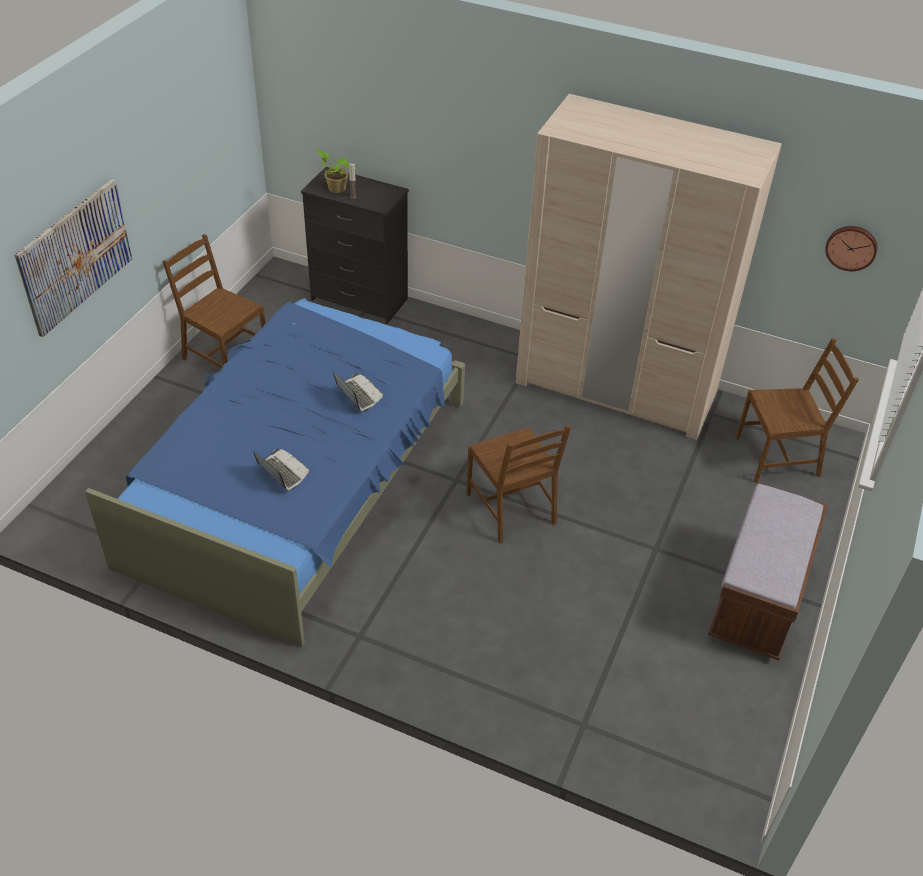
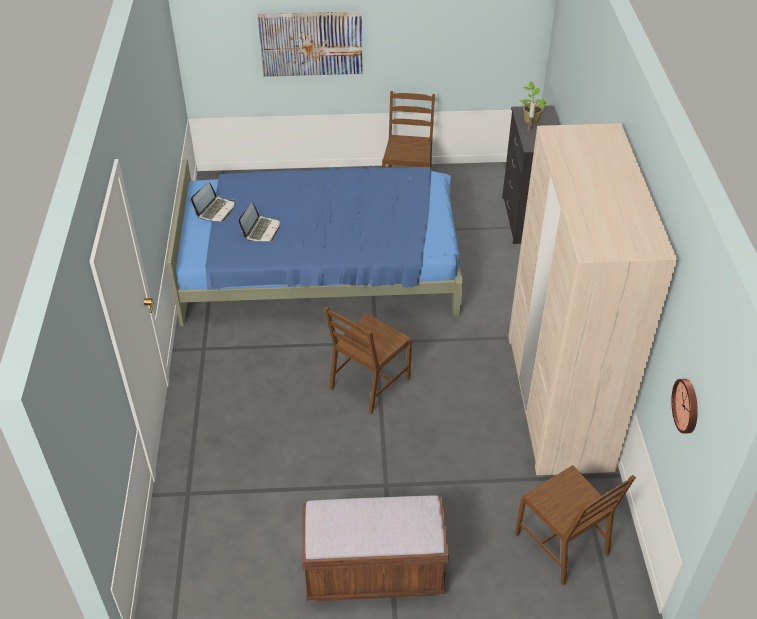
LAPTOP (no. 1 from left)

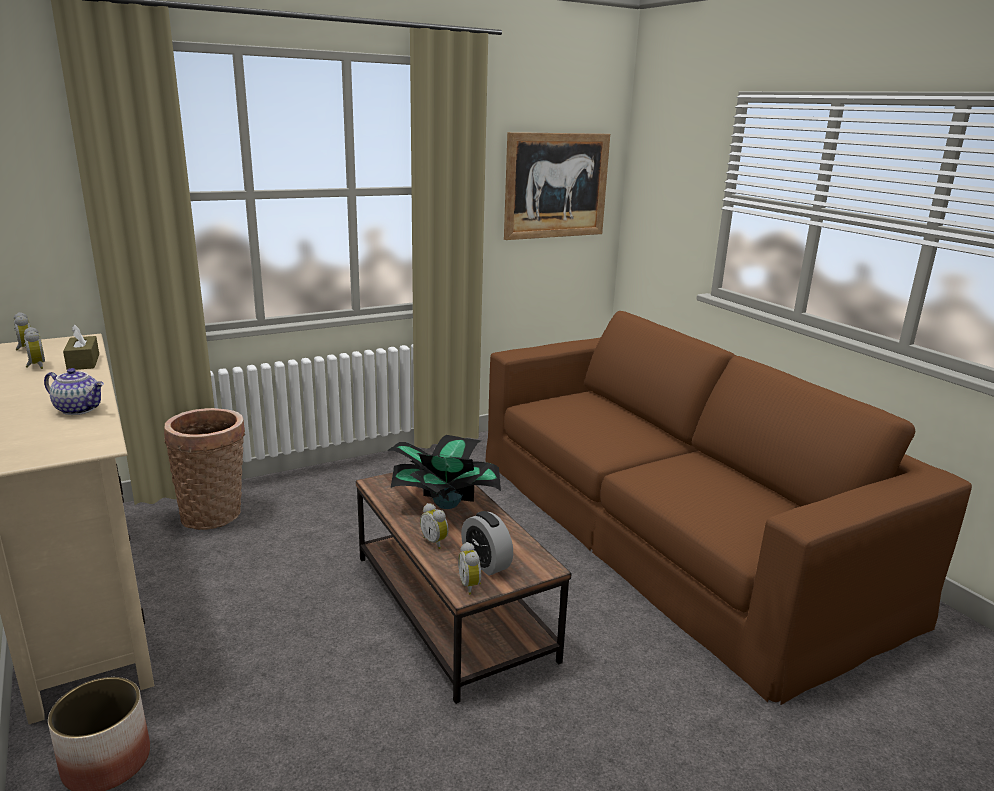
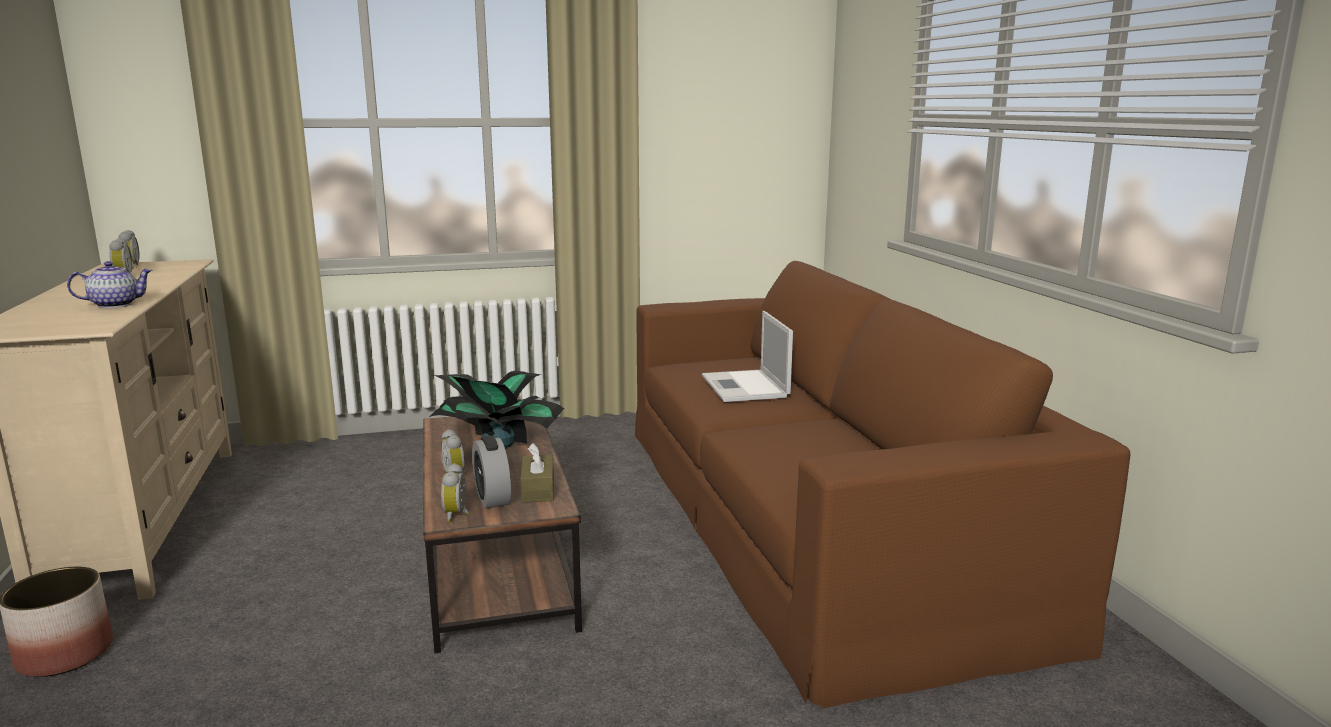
BASKET
PICTURE
LAPTOP
BROWN TISSUE BOX
TEAPOT

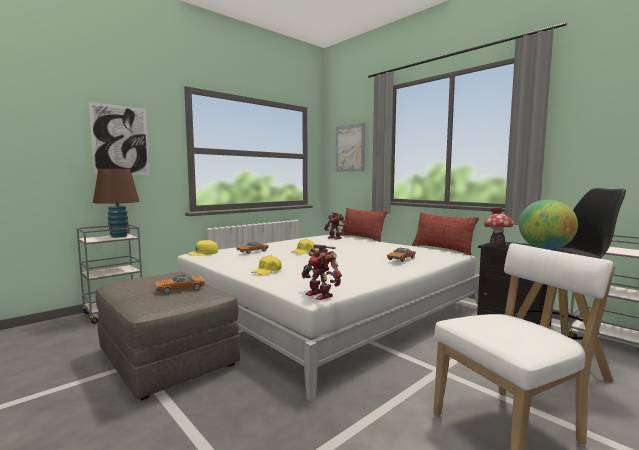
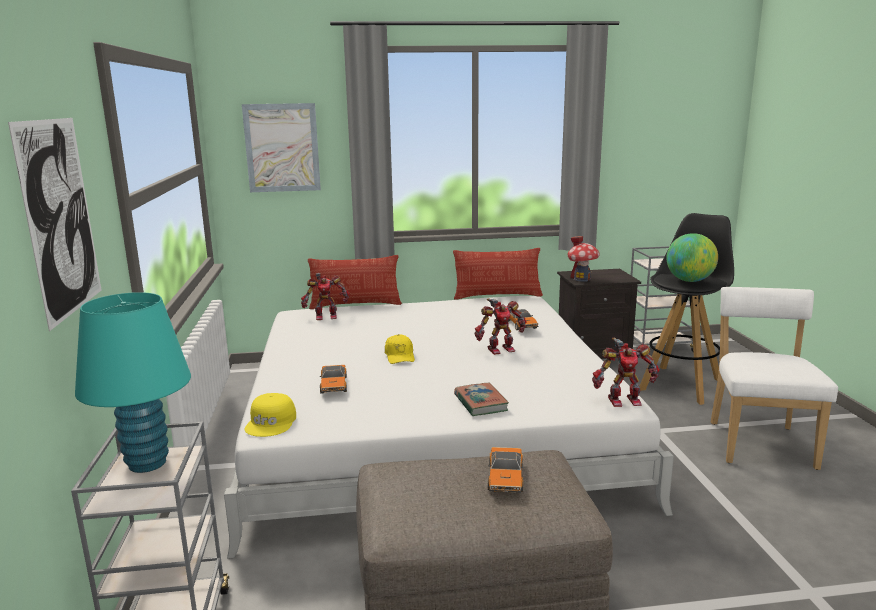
TOY ROBOT (no. 2 from left)
BOOK
TURQUOISE TABLE LAMP

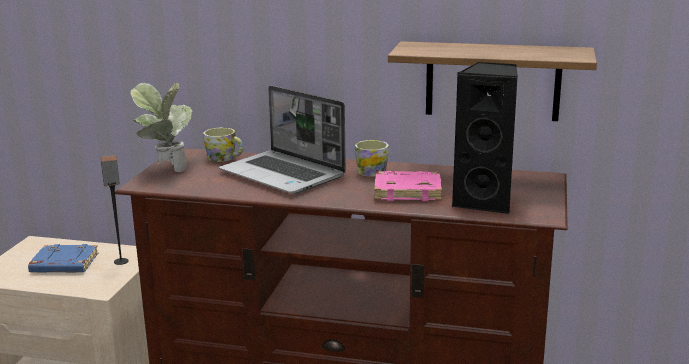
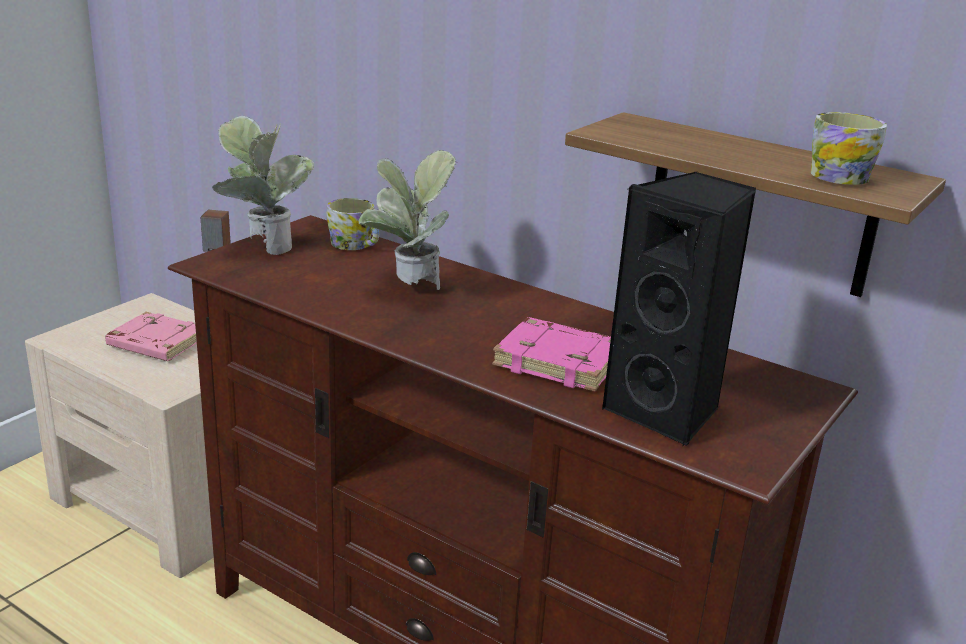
MUG (no. 2 from left)
POTTED PLANT (no. 2 from left)
PINK BOOK (no. 1 from left)

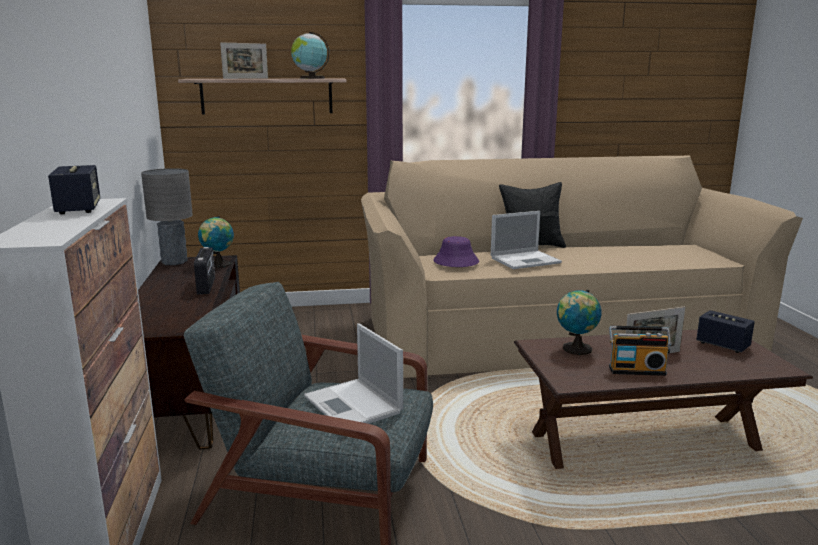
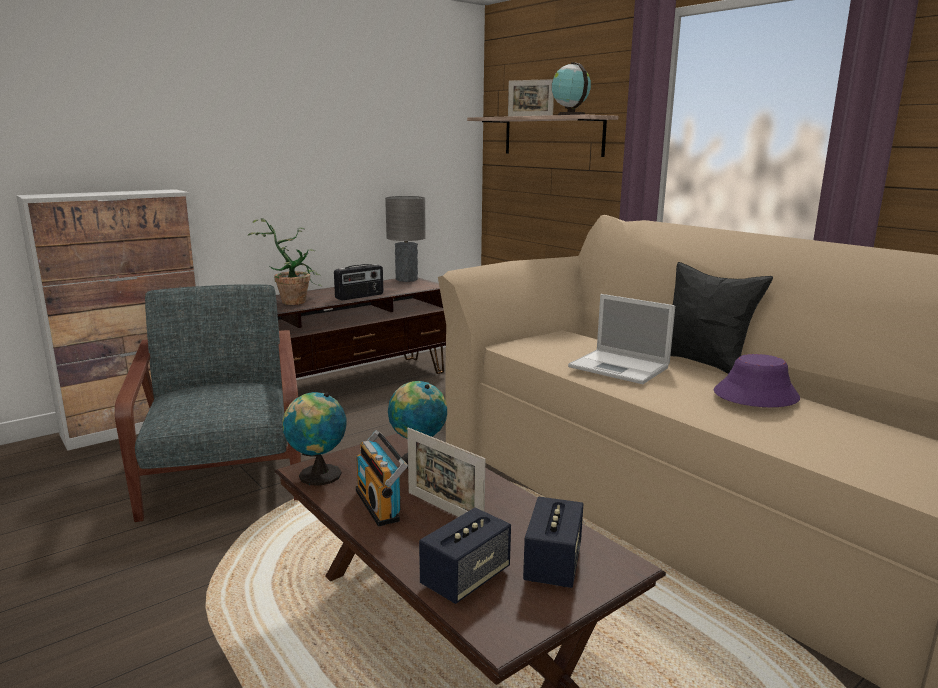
LAPTOP (no. 1 from left in the first image)
POTTED PLANT
SPEAKER (no. 1 from left)
GLOBE (no. 1 from left)
PURPLE HAT

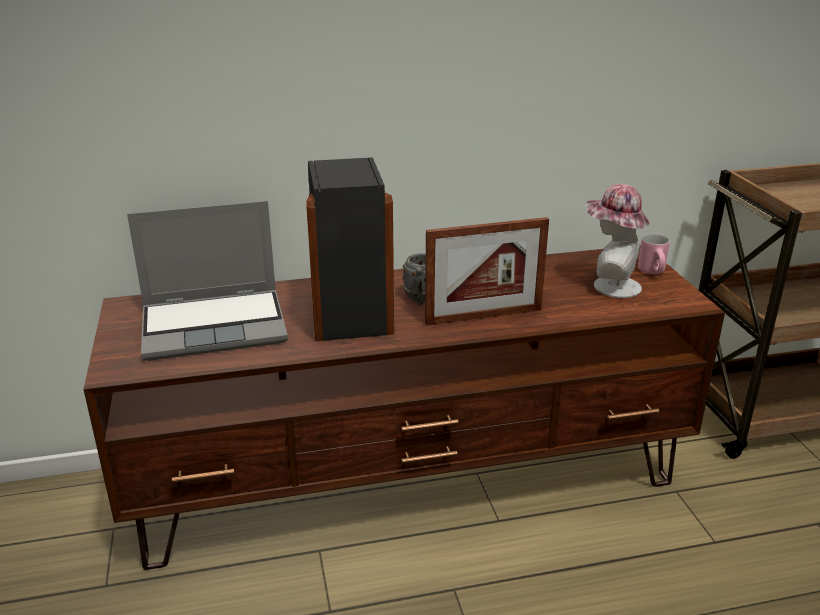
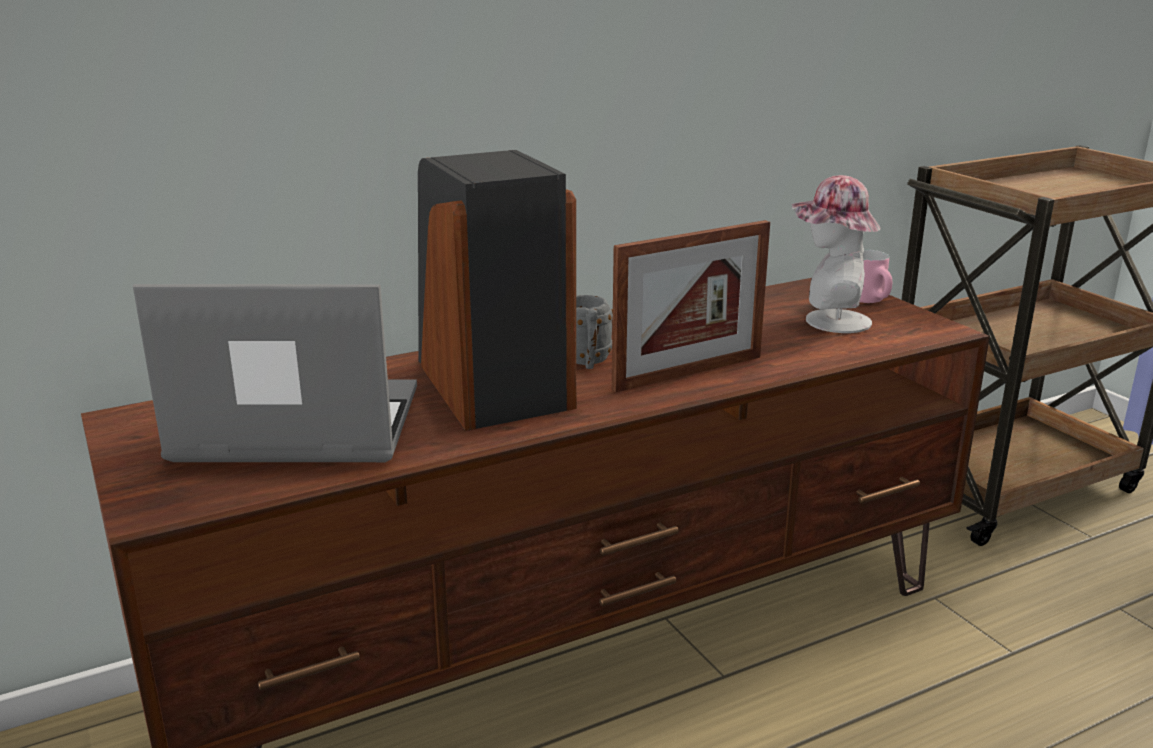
LAPTOP

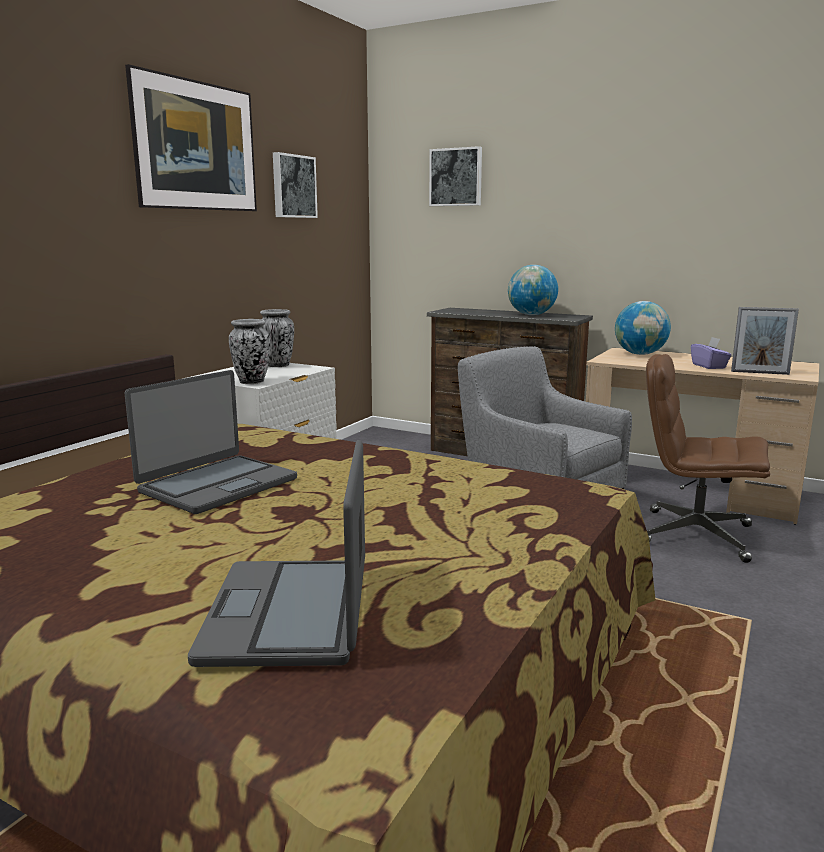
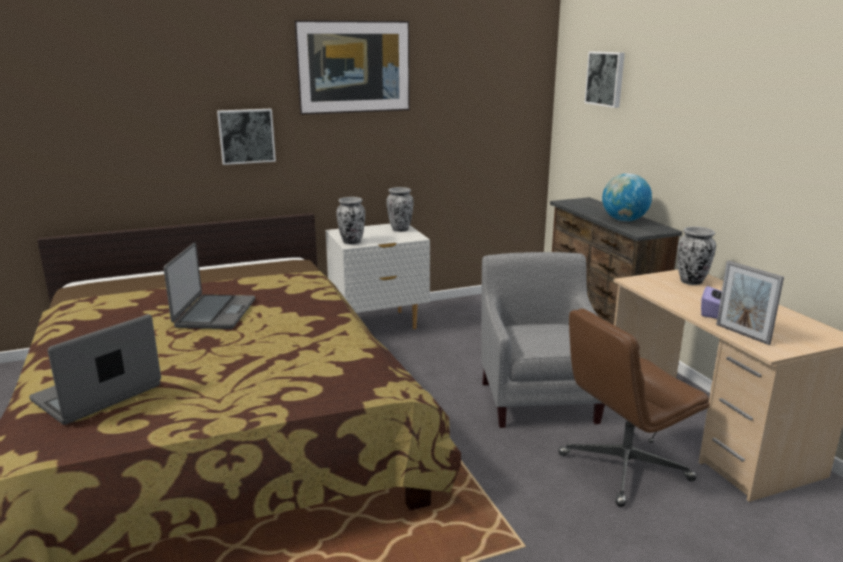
PICTURE (no. 1 from left)
VASE (no. 3 from left)
LAPTOP (no. 2 from left)
BROWN OFFICE CHAIR

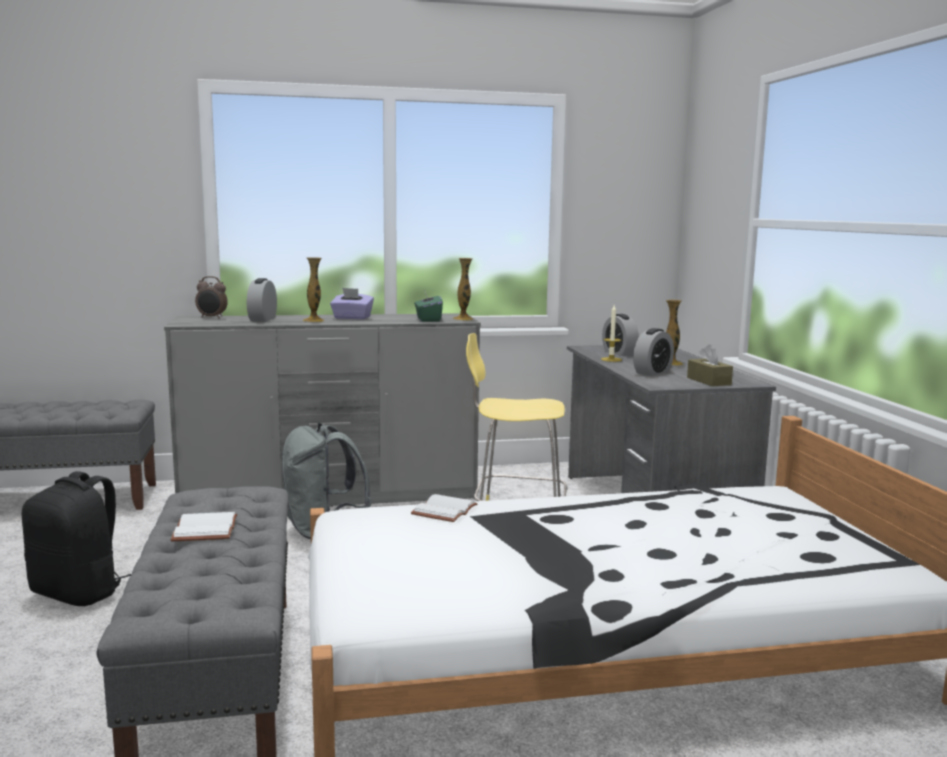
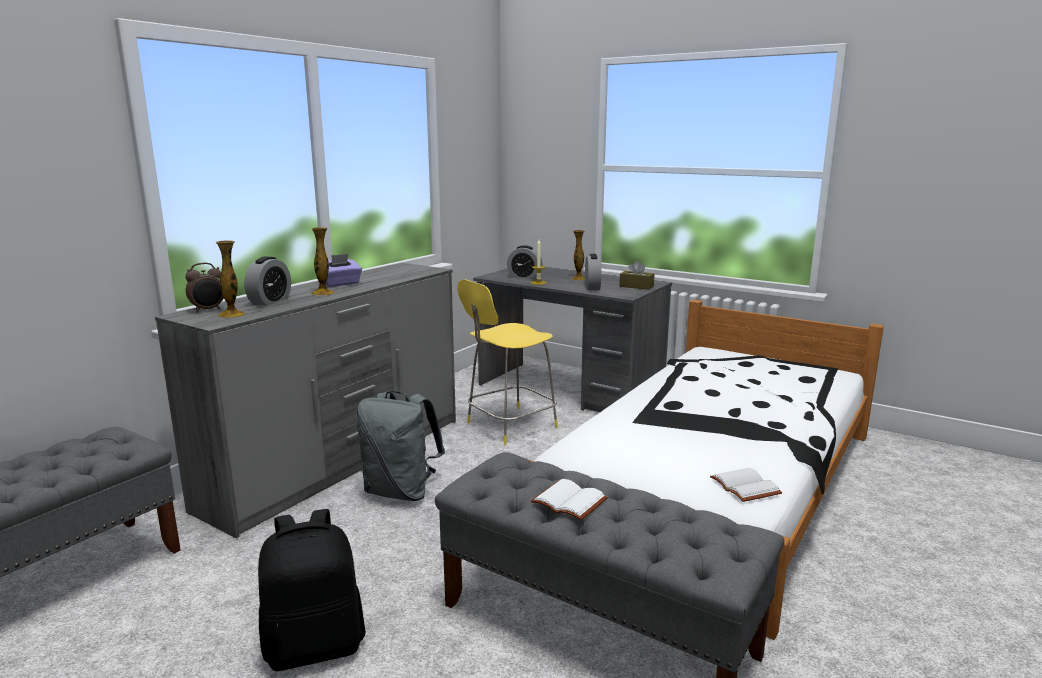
GREEN TISSUE BOX
WHITE BOOK (no. 2 from left)
VASE (no. 1 from left)
ALARM CLOCK (no. 2 from left)

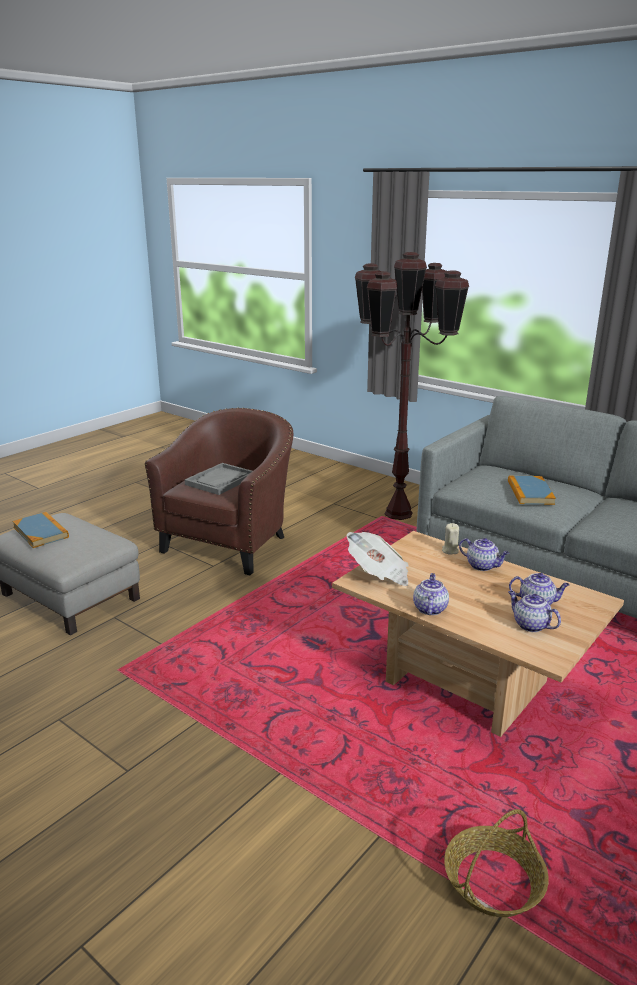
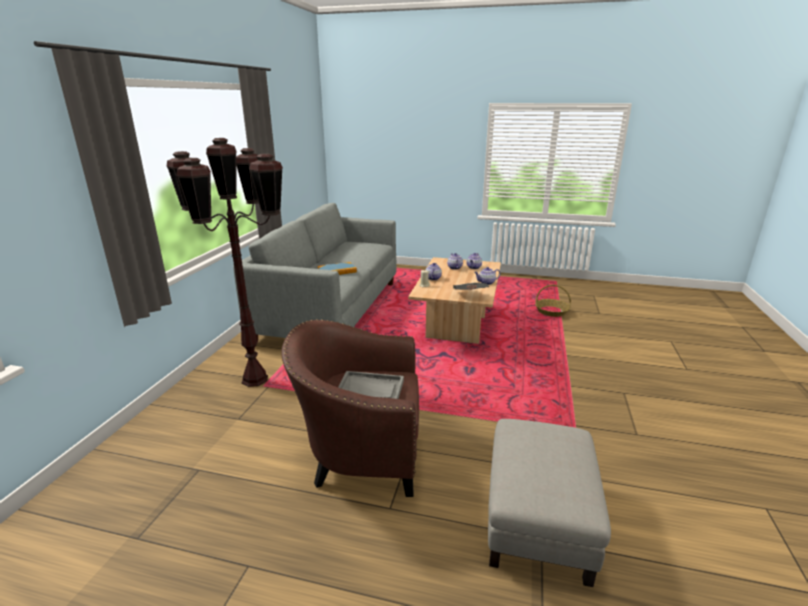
BOOK (no. 1 from left in the first image)

